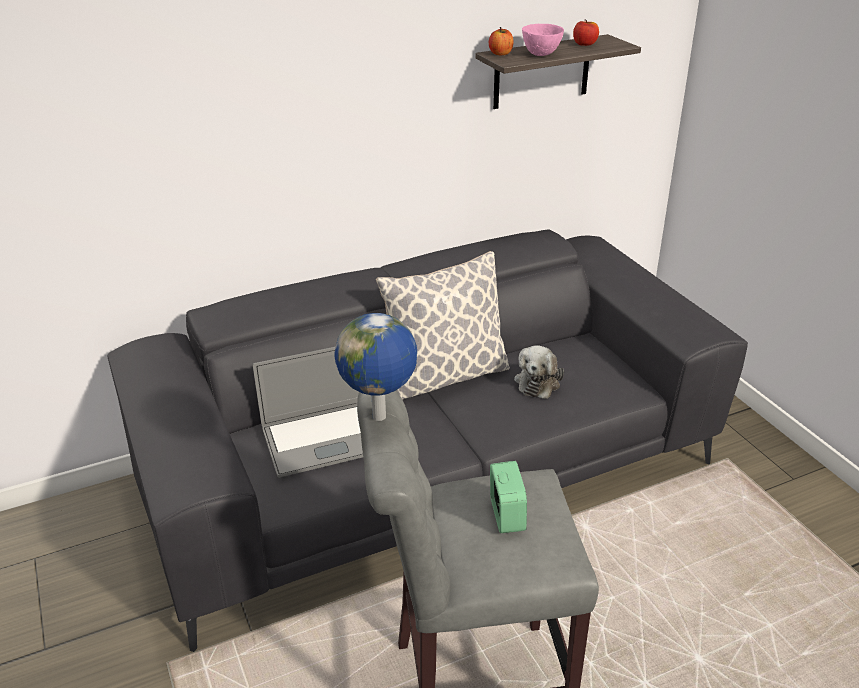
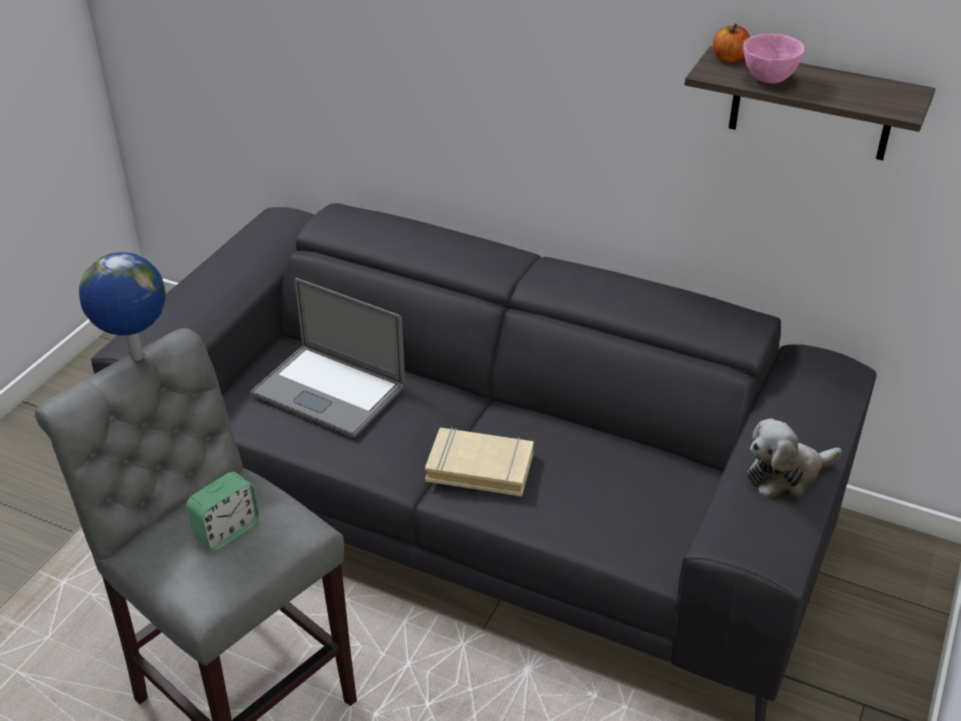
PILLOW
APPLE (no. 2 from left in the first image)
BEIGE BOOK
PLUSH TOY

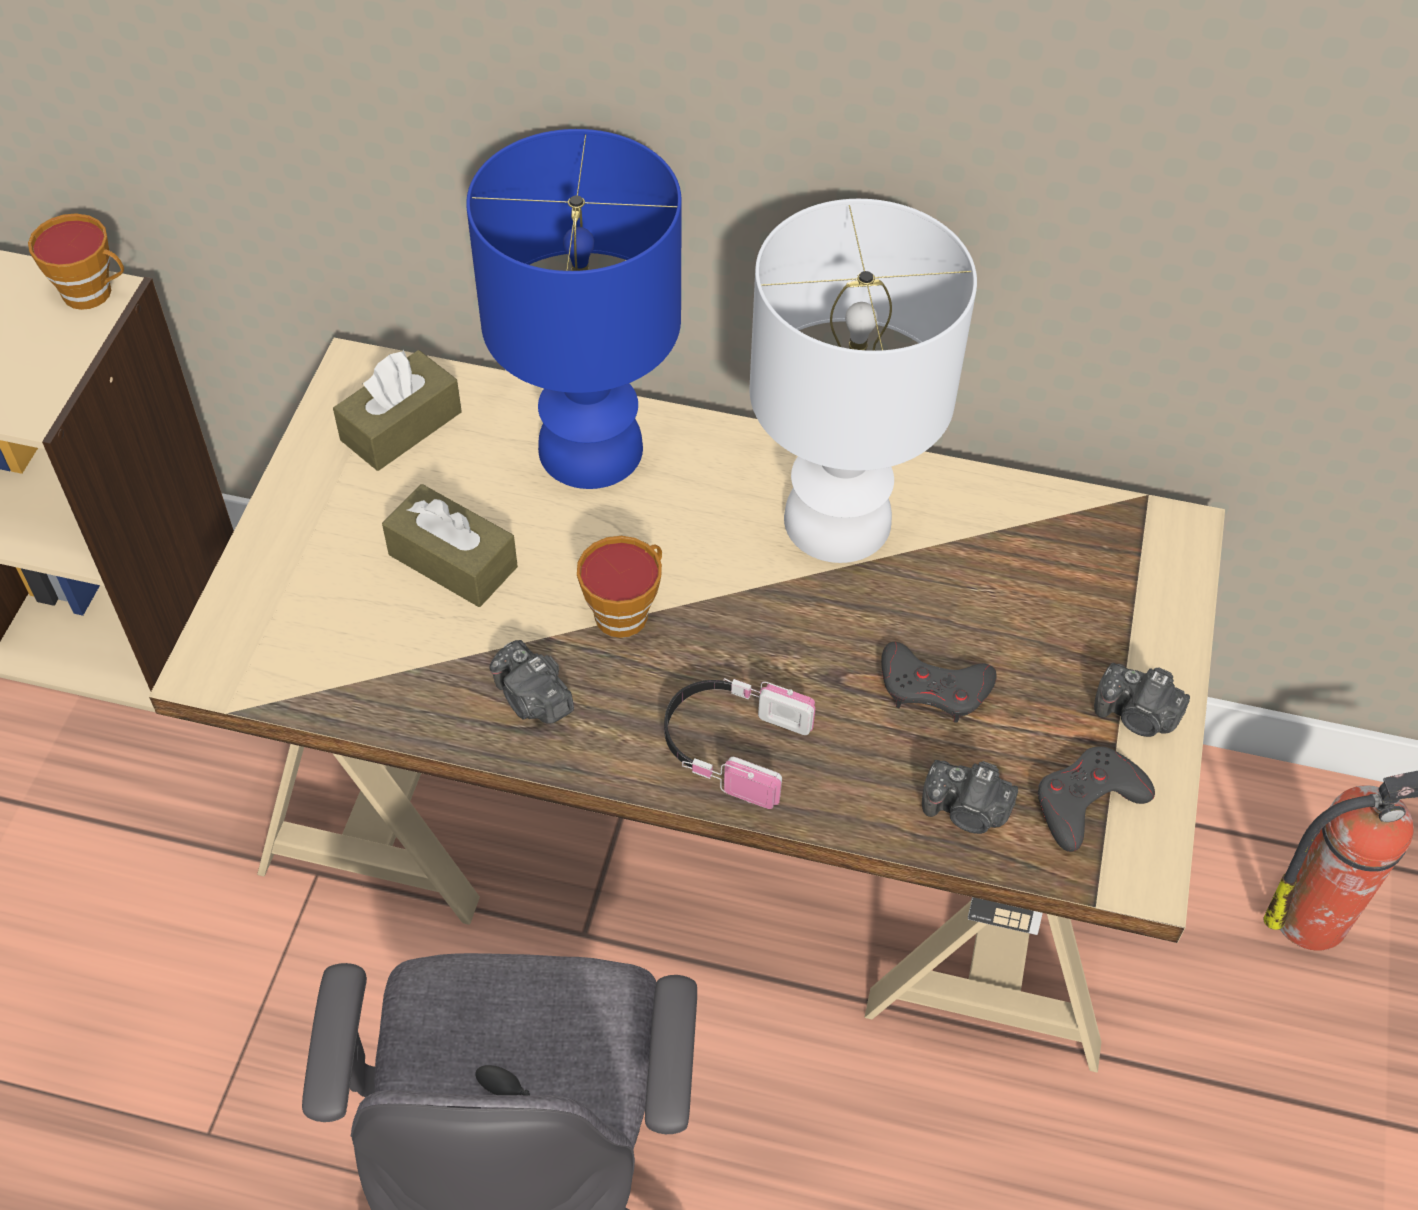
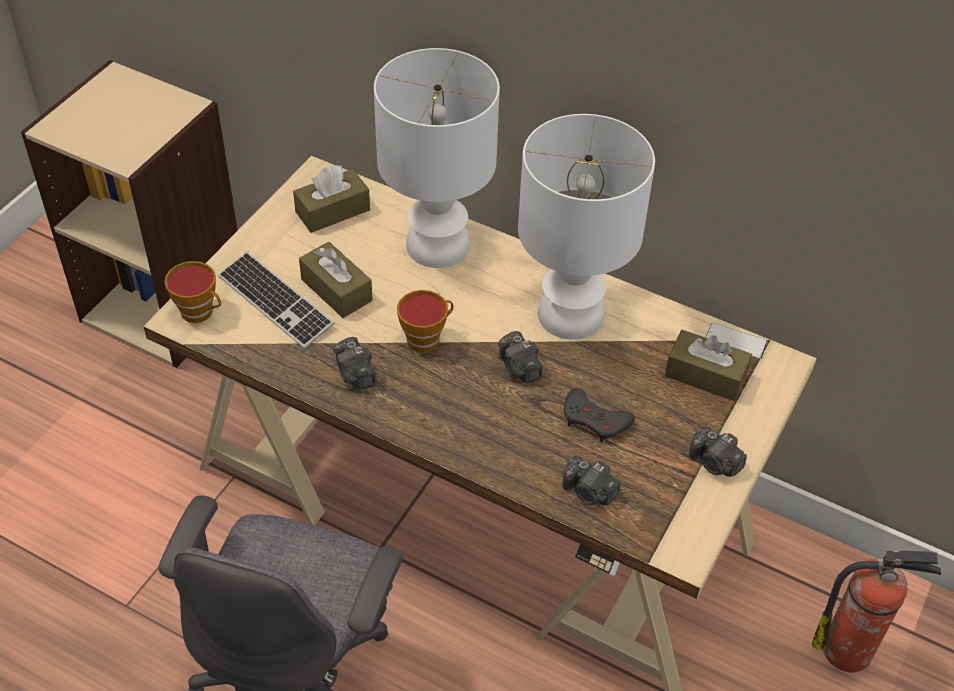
HEADPHONES
GREY GAME CONTROLLER (no. 2 from left in the first image)
KEYBOARD
PHOTO CAMERA (no. 2 from left)
BROWN TISSUE BOX (no. 3 from left)
PHONE
CUP (no. 1 from left)
WHITE TABLE LAMP (no. 1 from left)

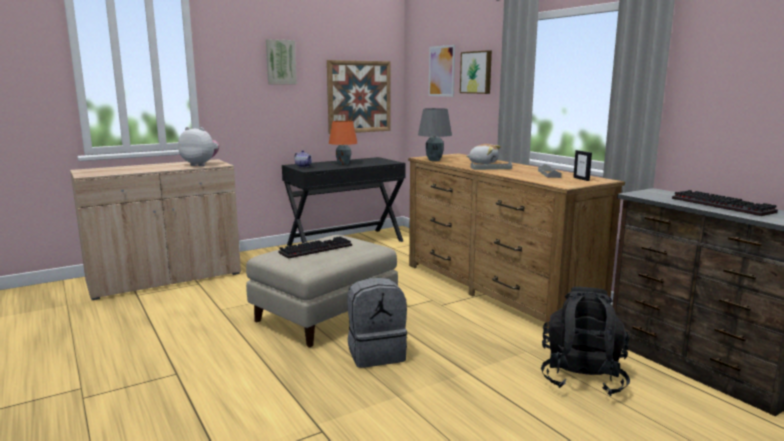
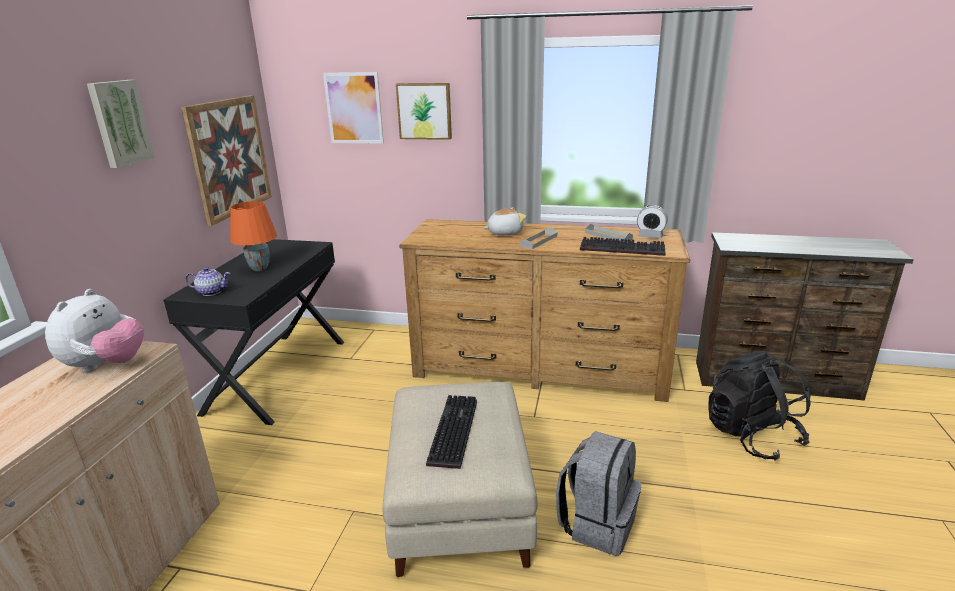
GREY TABLE LAMP
KEYBOARD (no. 2 from left)
ALARM CLOCK
PLUSH TOY (no. 1 from left)

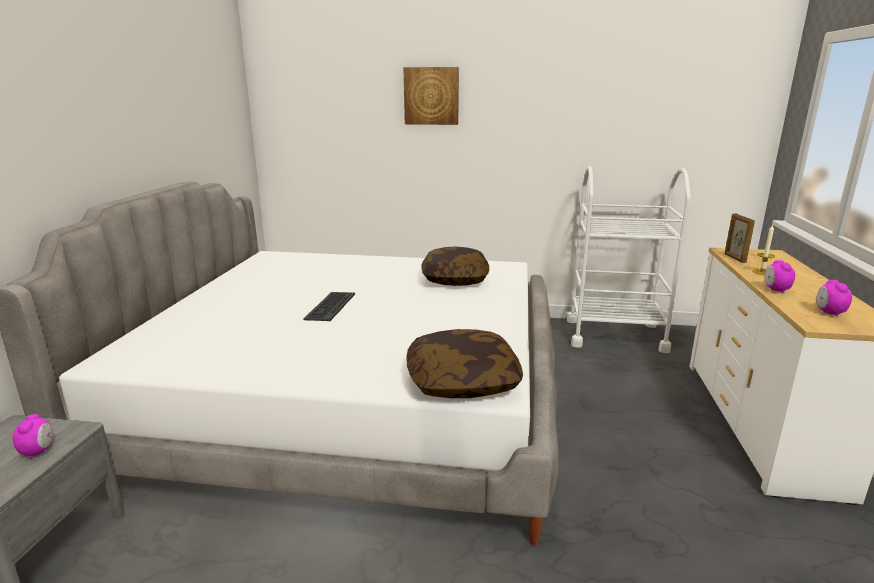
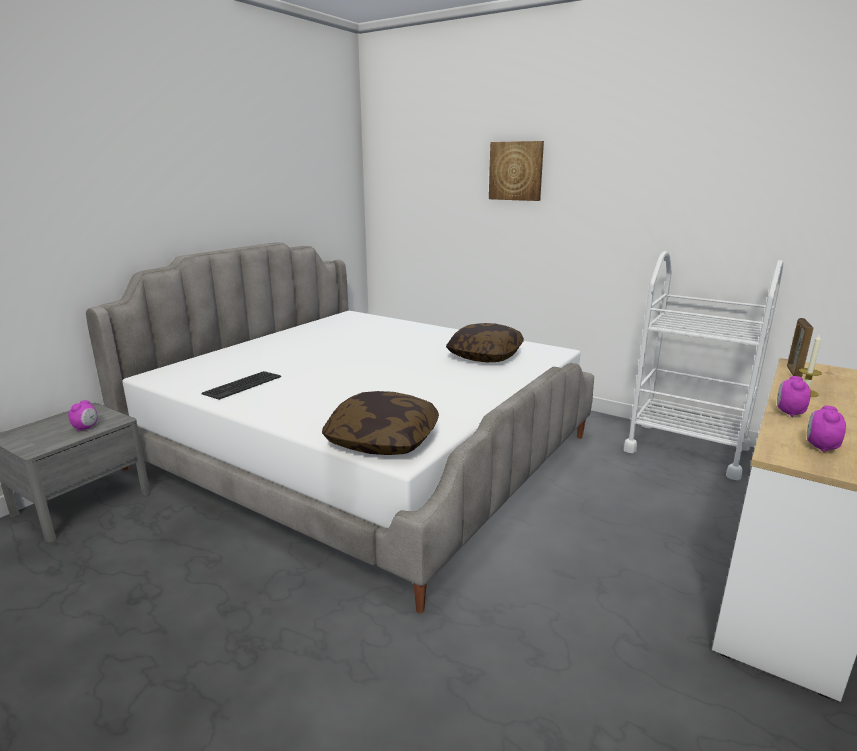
KEYBOARD

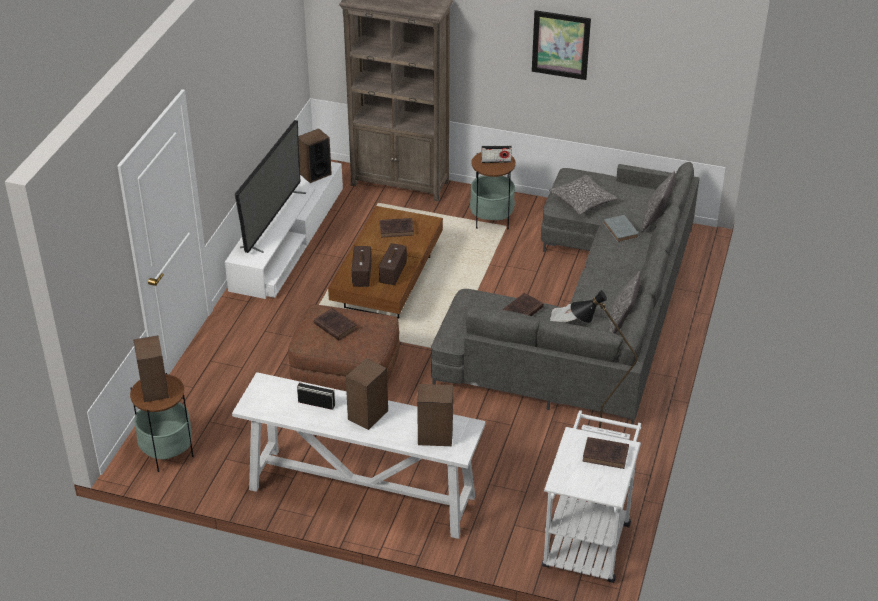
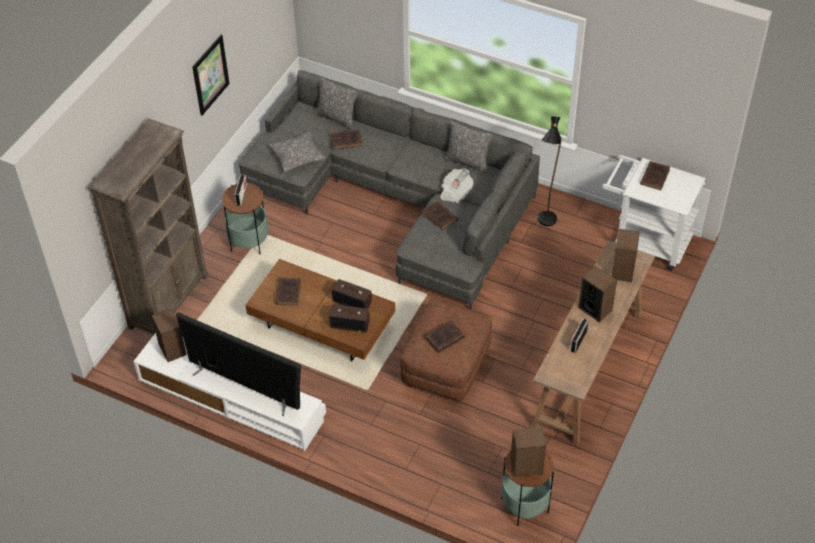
BROWN CONSOLE TABLE
BROWN BOOK (no. 2 from left)

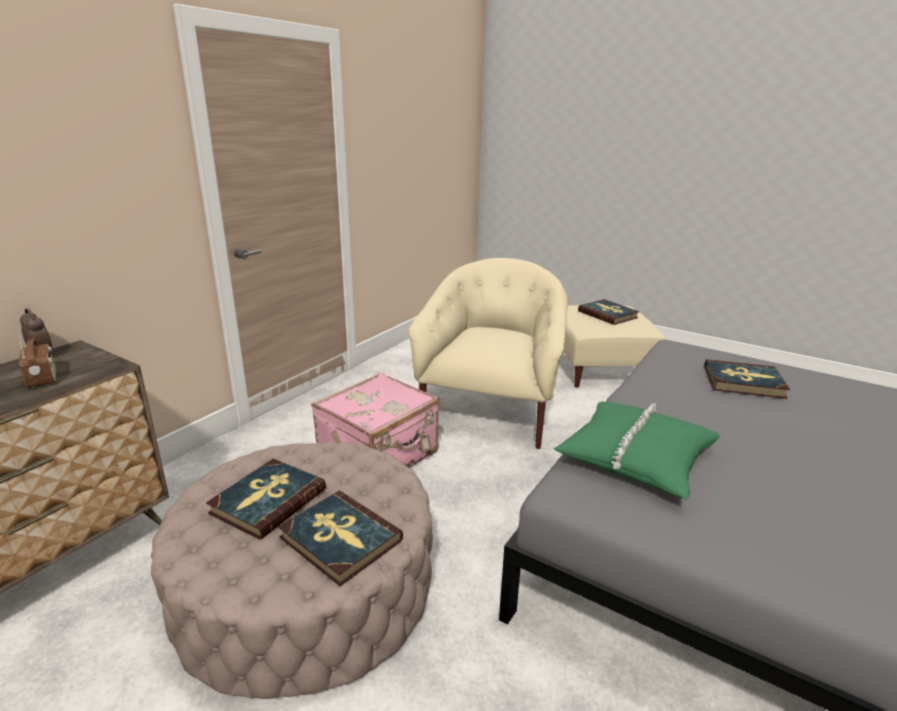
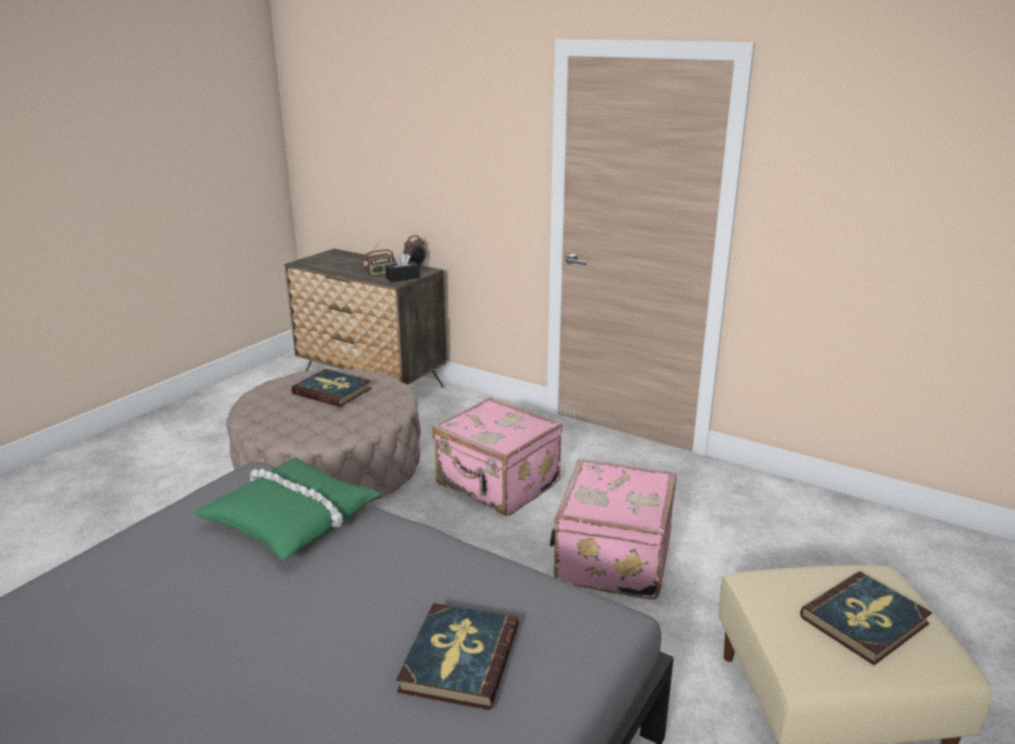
BOOK (no. 2 from left in the first image)
BLACK TISSUE BOX
PINK SUITCASE (no. 2 from left)

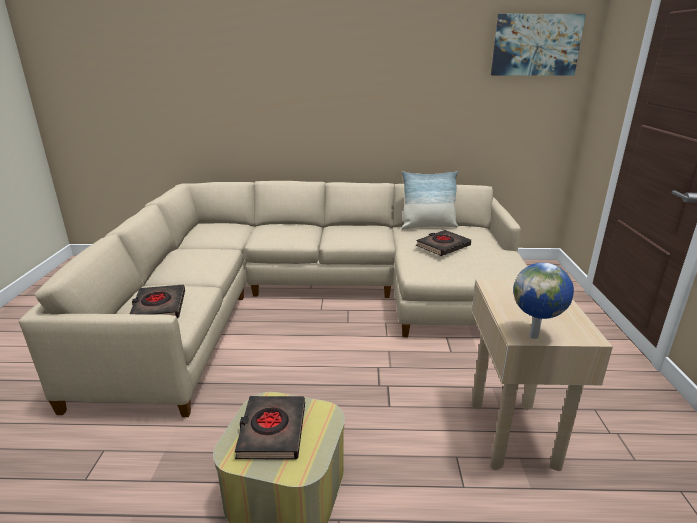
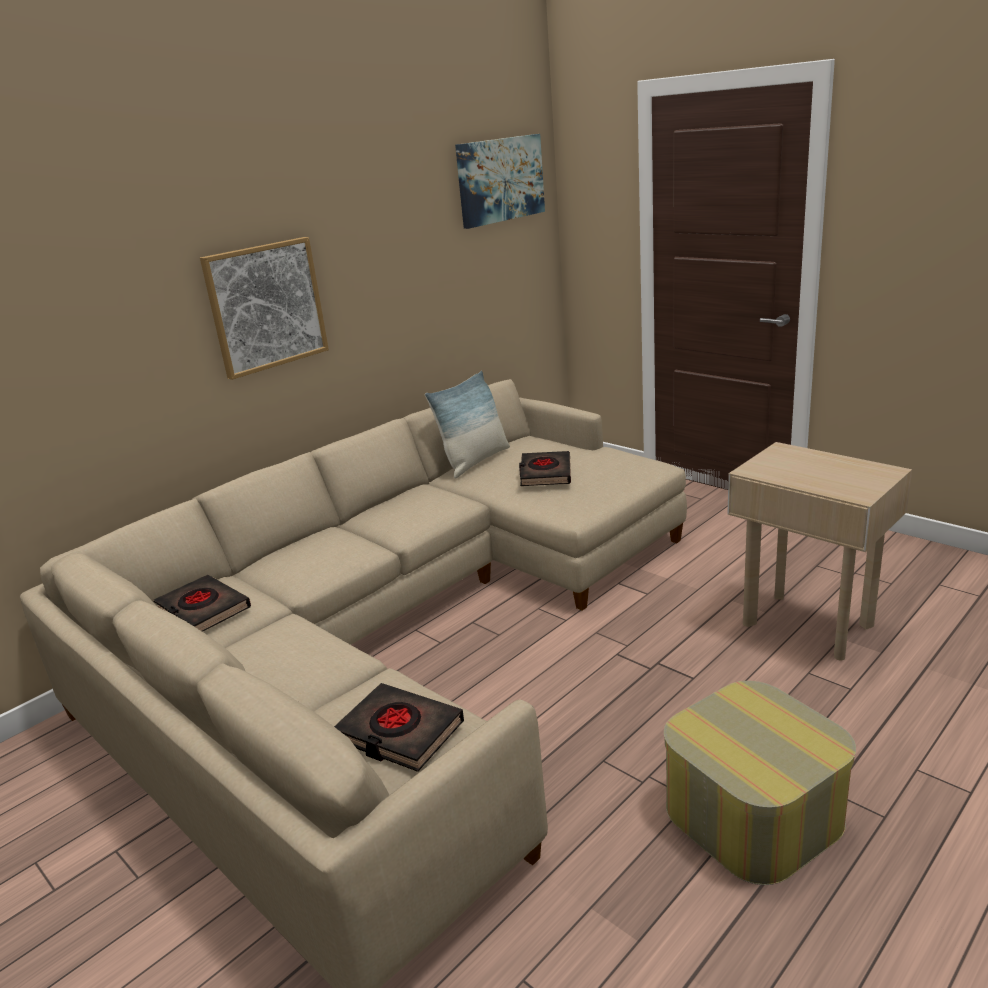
GLOBE
PICTURE (no. 1 from left)
BLACK BOOK (no. 1 from left)

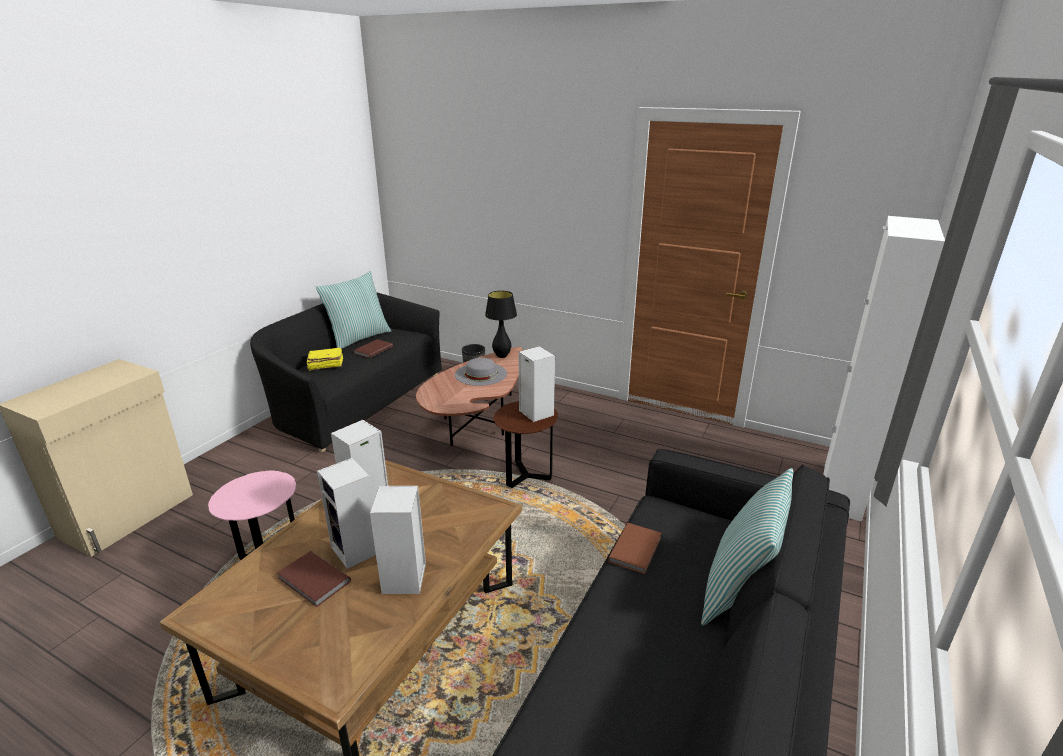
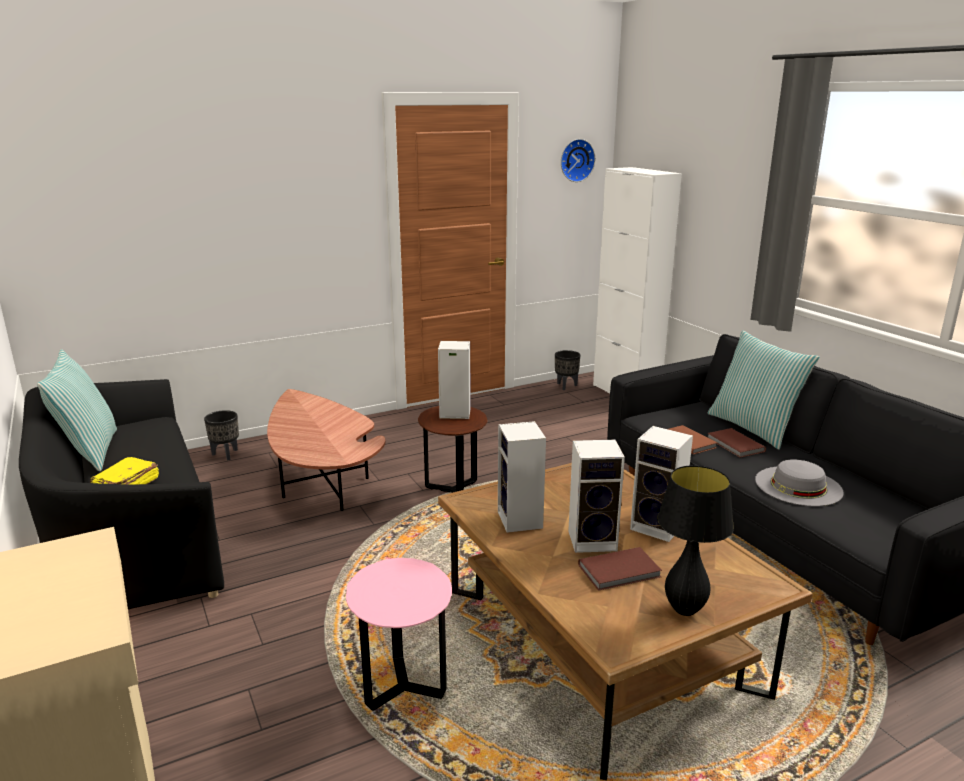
BLACK PLANTER (no. 2 from left)
WALL CLOCK
BROWN BOOK (no. 3 from left)
GREY HAT
BLACK TABLE LAMP

